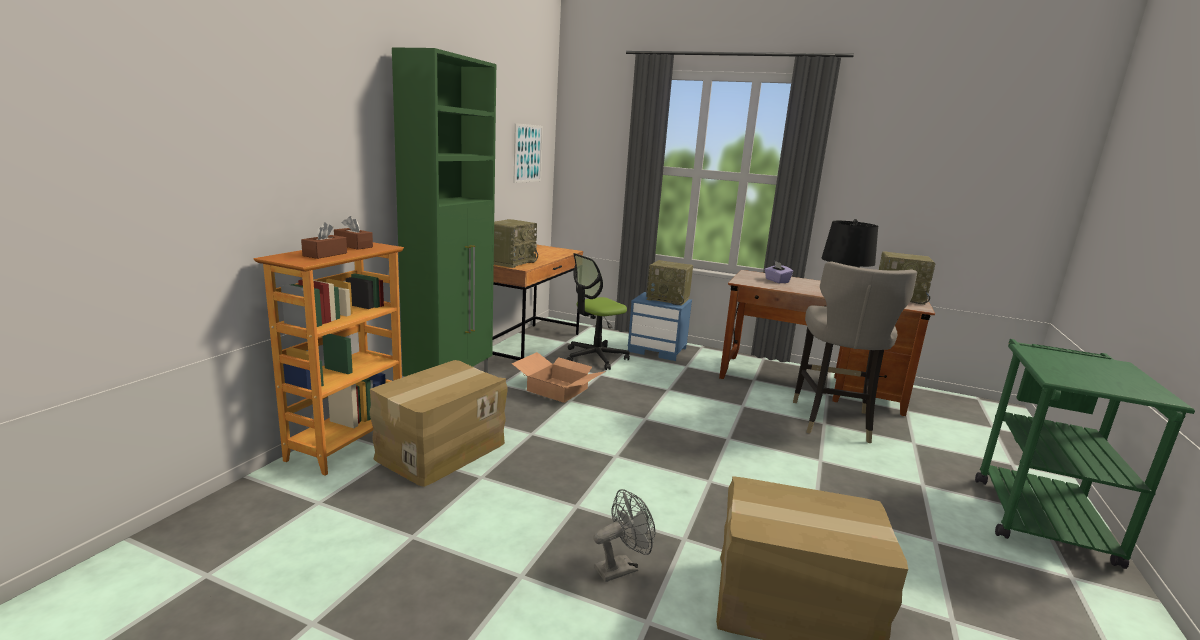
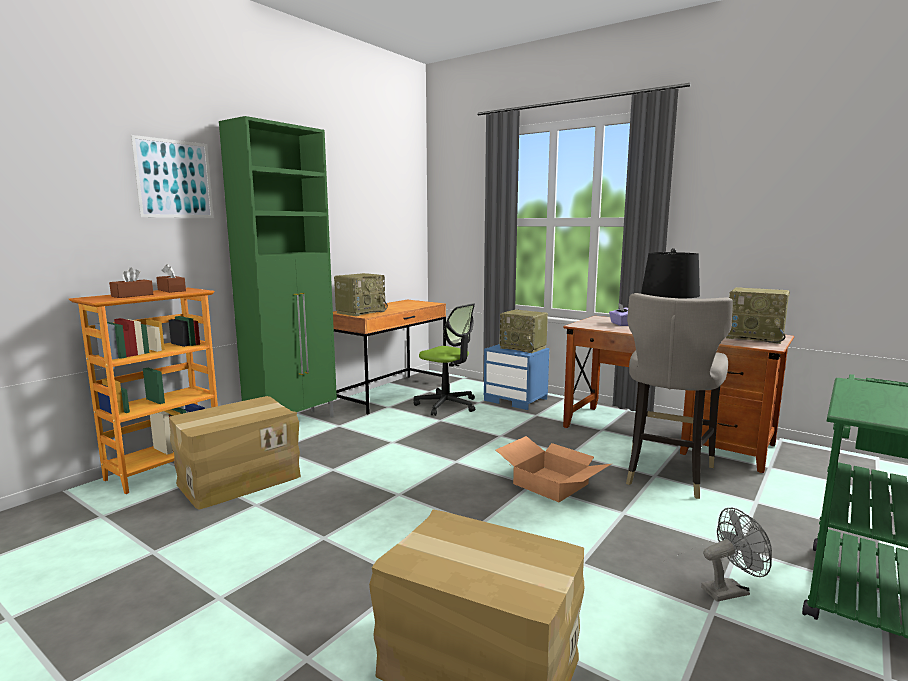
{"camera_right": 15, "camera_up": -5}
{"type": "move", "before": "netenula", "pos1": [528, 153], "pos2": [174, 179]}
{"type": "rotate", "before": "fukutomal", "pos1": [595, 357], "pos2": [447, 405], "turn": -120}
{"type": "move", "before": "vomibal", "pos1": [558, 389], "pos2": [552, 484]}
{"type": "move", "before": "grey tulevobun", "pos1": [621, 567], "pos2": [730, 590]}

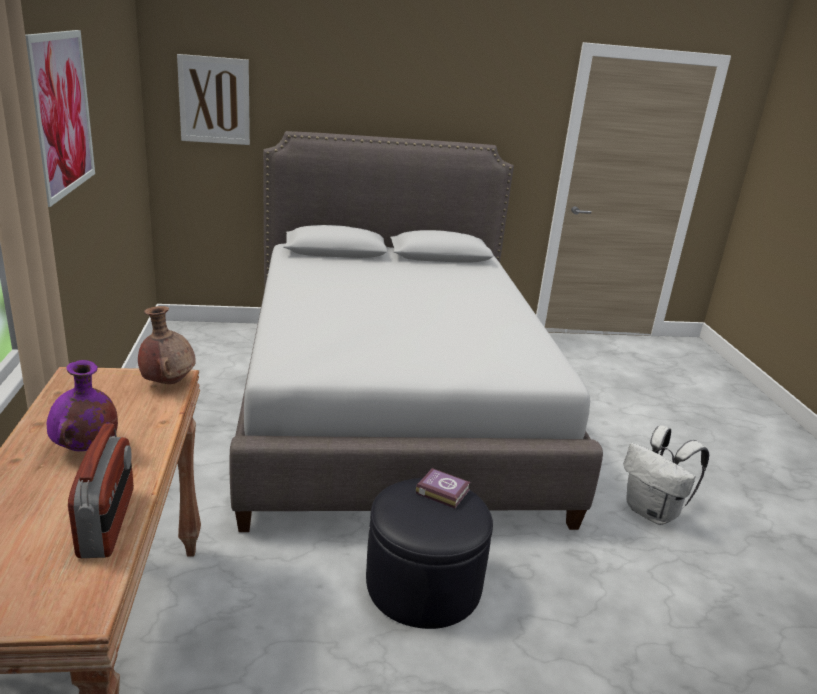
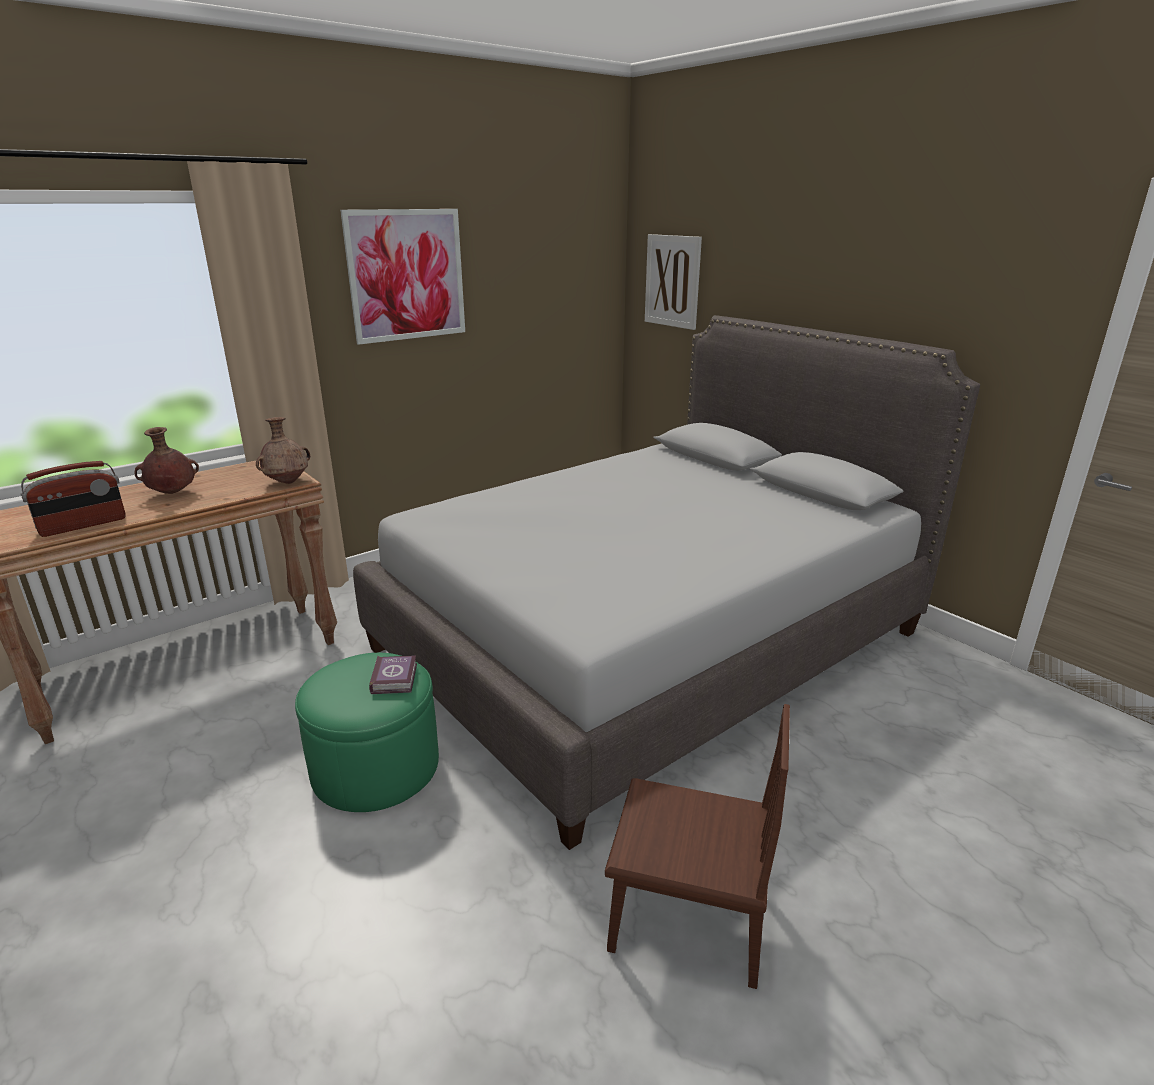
{"camera_right": 60, "camera_up": 0}
{"type": "recolor", "before": "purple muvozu", "after": "brown muvozu", "pos1": [85, 449], "pos2": [172, 494]}
{"type": "replace", "before": "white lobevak", "after": "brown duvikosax", "pos1": [653, 512], "pos2": [687, 917]}
{"type": "recolor", "before": "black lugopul", "after": "green lugopul", "pos1": [423, 584], "pos2": [376, 767]}

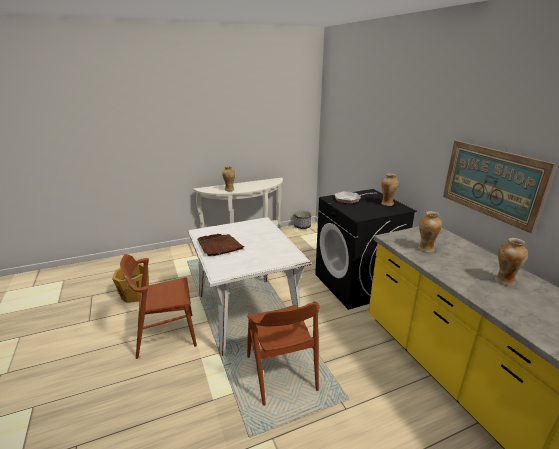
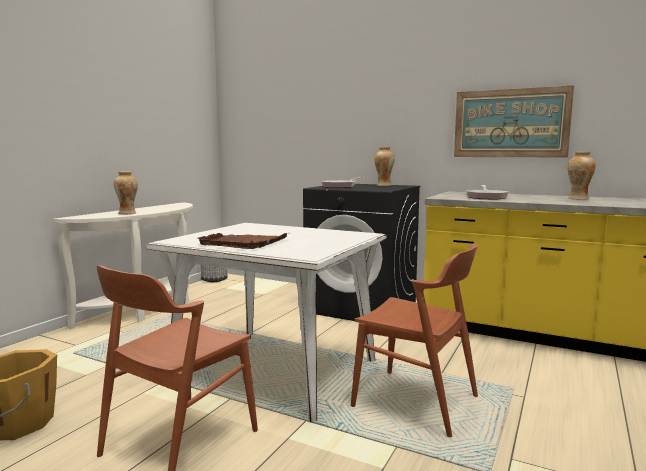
{"camera_right": -40, "camera_up": -15}
{"type": "replace", "before": "muvozu", "after": "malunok", "pos1": [425, 249], "pos2": [486, 197]}

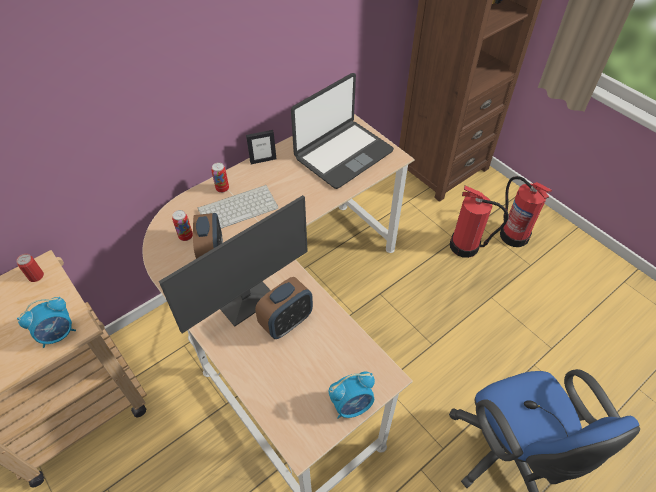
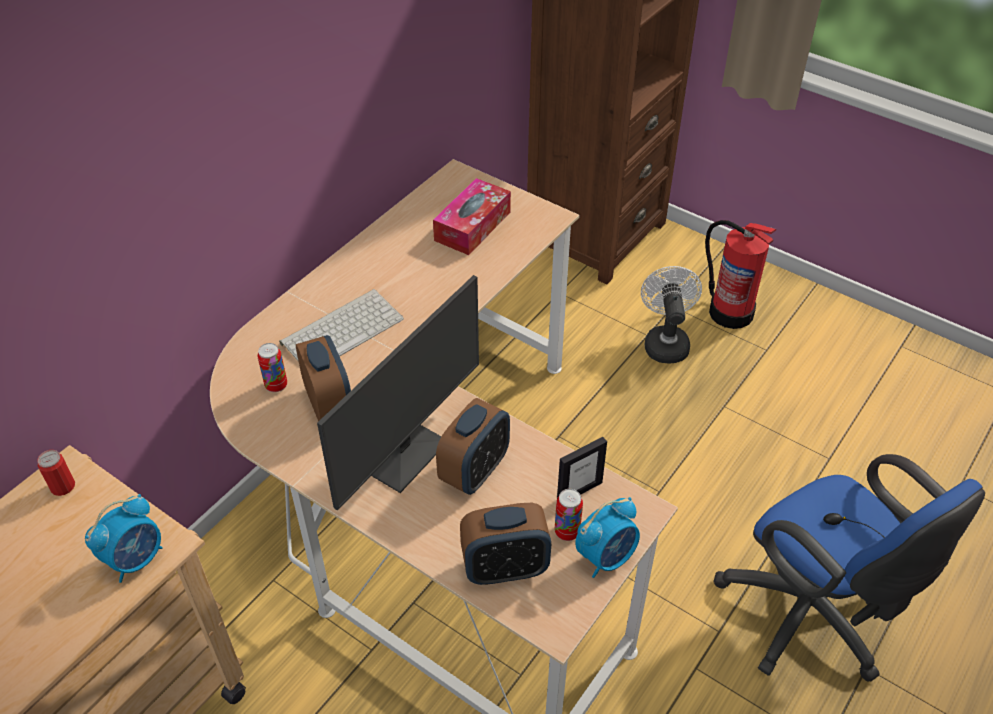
{"camera_right": -15, "camera_up": -5}
{"type": "replace", "before": "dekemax", "after": "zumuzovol", "pos1": [343, 154], "pos2": [472, 226]}
{"type": "move", "before": "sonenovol", "pos1": [263, 160], "pos2": [579, 491]}
{"type": "move", "before": "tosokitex", "pos1": [222, 189], "pos2": [567, 532]}
{"type": "replace", "before": "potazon", "after": "white tulevobun", "pos1": [465, 246], "pos2": [665, 342]}
{"type": "insert", "after": "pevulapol", "pos2": [505, 568]}

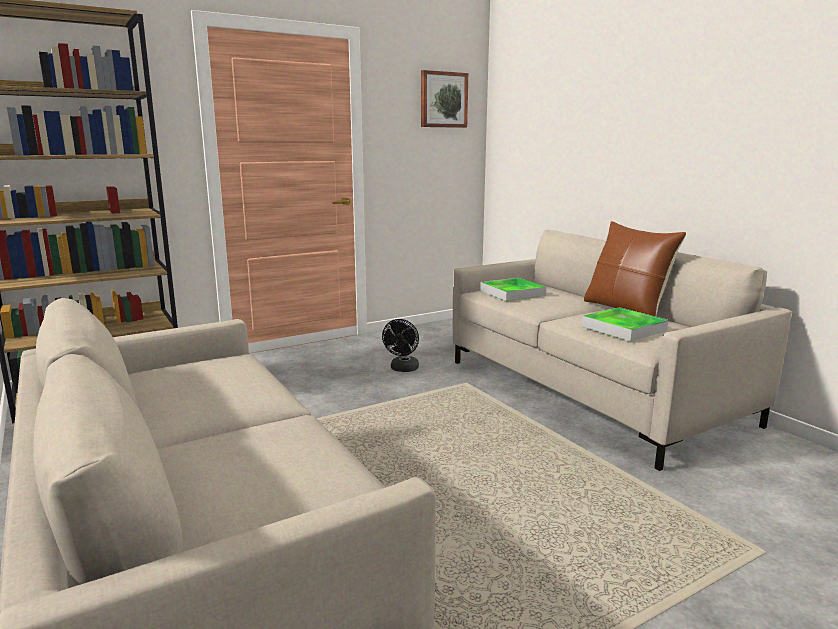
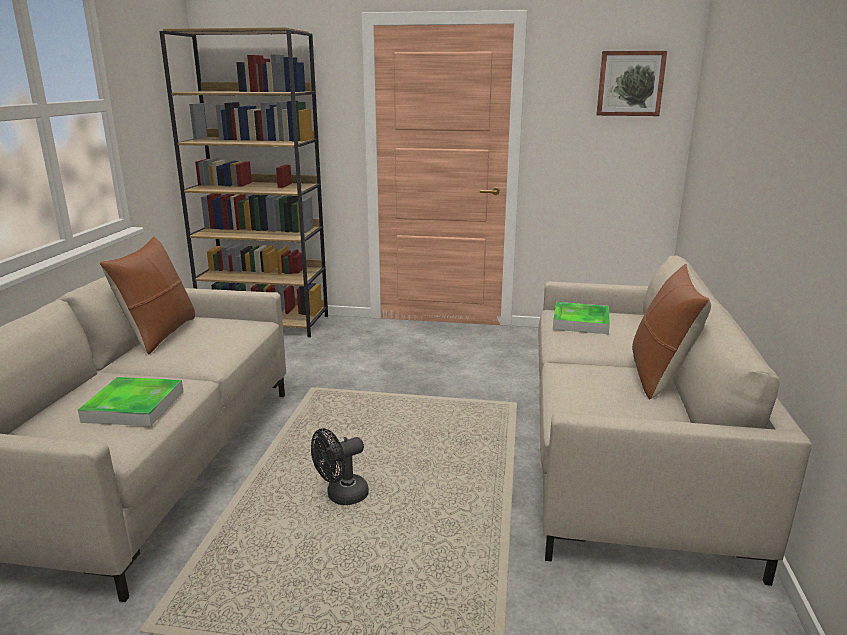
{"camera_right": 40, "camera_up": 5}
{"type": "move", "before": "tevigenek", "pos1": [624, 328], "pos2": [134, 406]}
{"type": "move", "before": "black tulevobun", "pos1": [403, 369], "pos2": [341, 496]}
{"type": "insert", "after": "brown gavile", "pos2": [159, 334]}

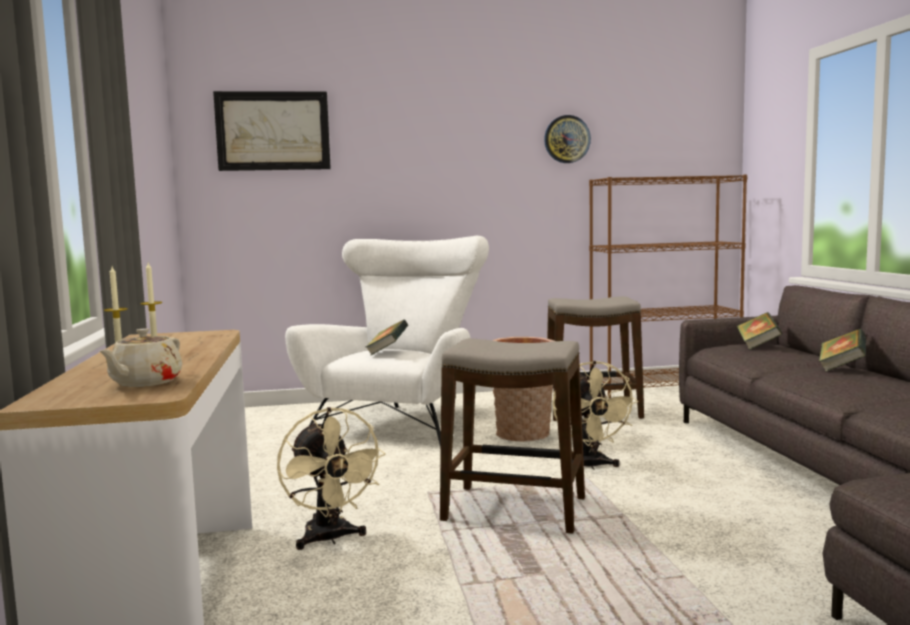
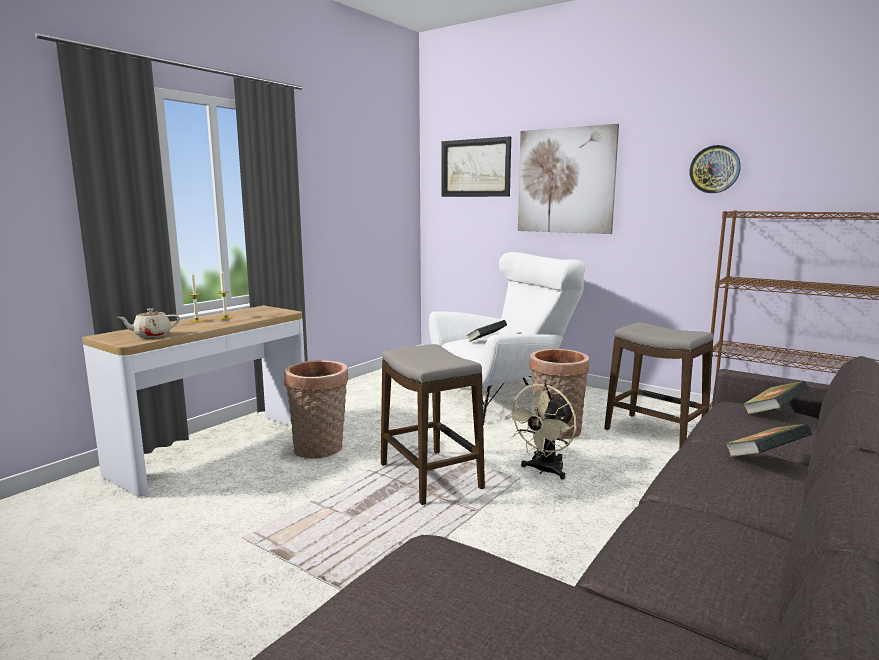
{"camera_right": 45, "camera_up": 5}
{"type": "replace", "before": "beige tulevobun", "after": "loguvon", "pos1": [330, 539], "pos2": [320, 450]}
{"type": "insert", "after": "netenula", "pos2": [565, 181]}

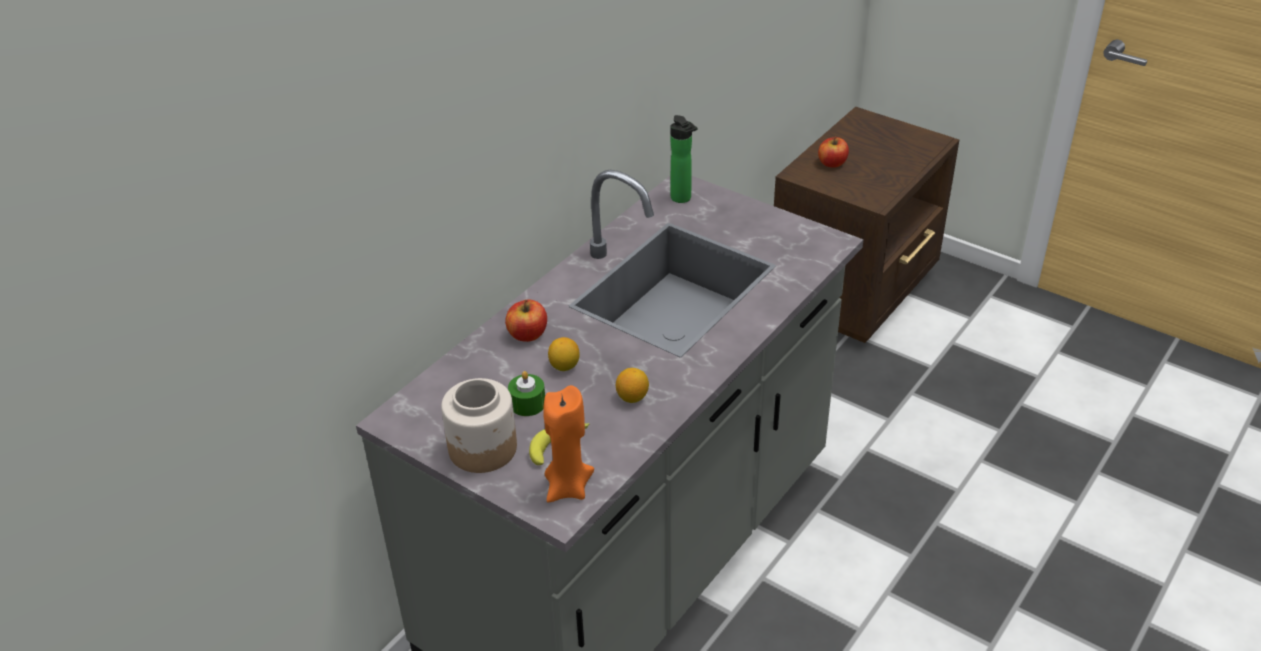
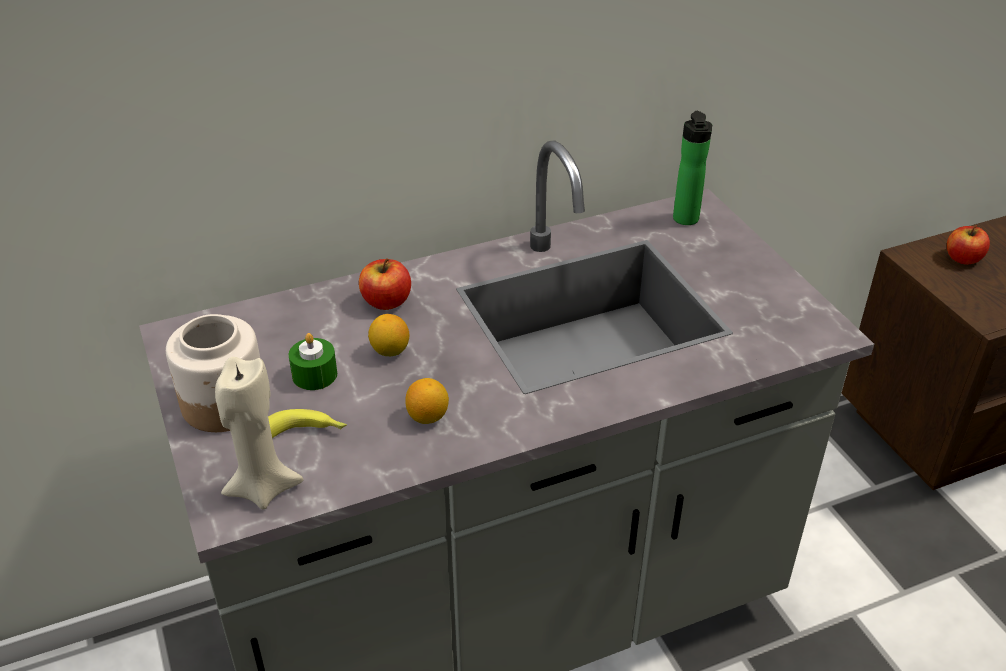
{"camera_right": 30, "camera_up": 0}
{"type": "recolor", "before": "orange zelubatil", "after": "beige zelubatil", "pos1": [568, 487], "pos2": [263, 488]}

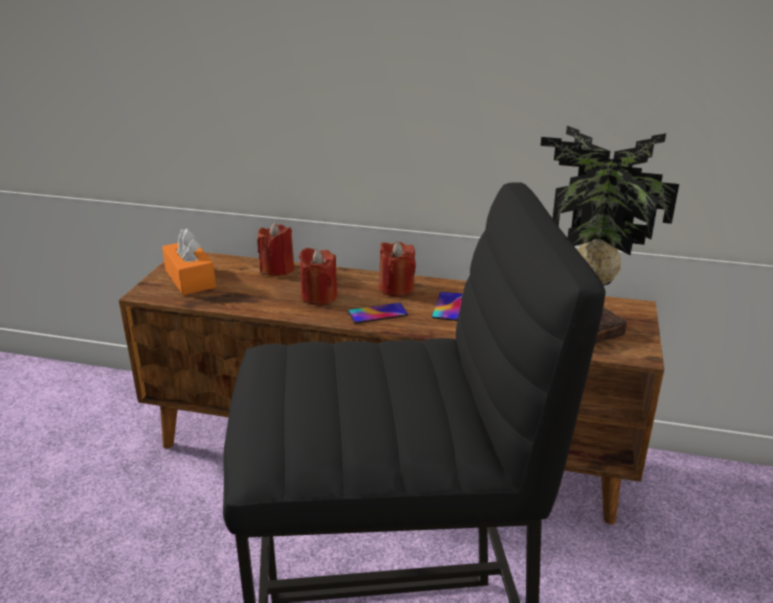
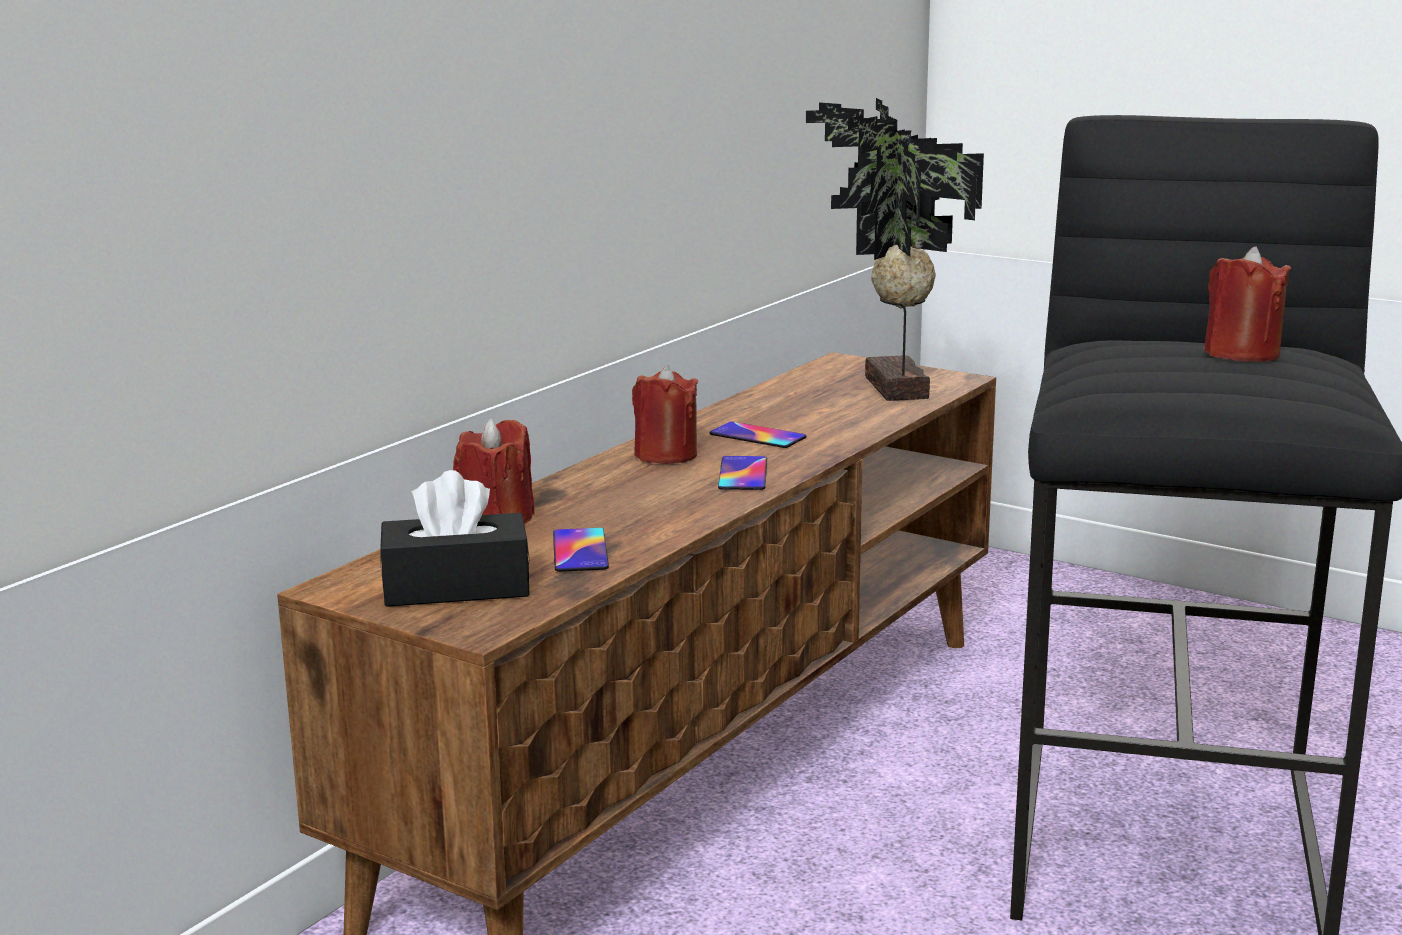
{"camera_right": -70, "camera_up": -10}
{"type": "recolor", "before": "orange zumuzovol", "after": "black zumuzovol", "pos1": [190, 279], "pos2": [456, 587]}
{"type": "move", "before": "red zelubatil", "pos1": [319, 296], "pos2": [1241, 353]}
{"type": "insert", "after": "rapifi", "pos2": [580, 551]}

